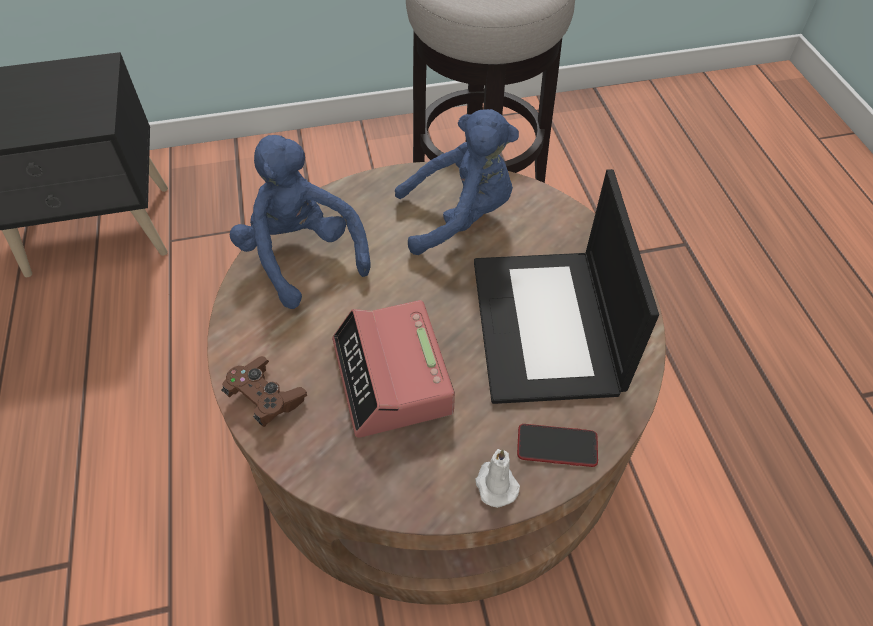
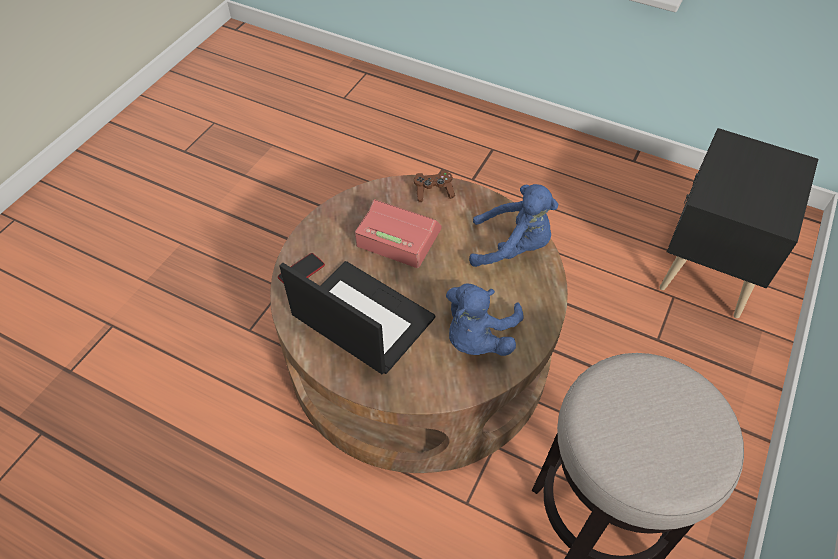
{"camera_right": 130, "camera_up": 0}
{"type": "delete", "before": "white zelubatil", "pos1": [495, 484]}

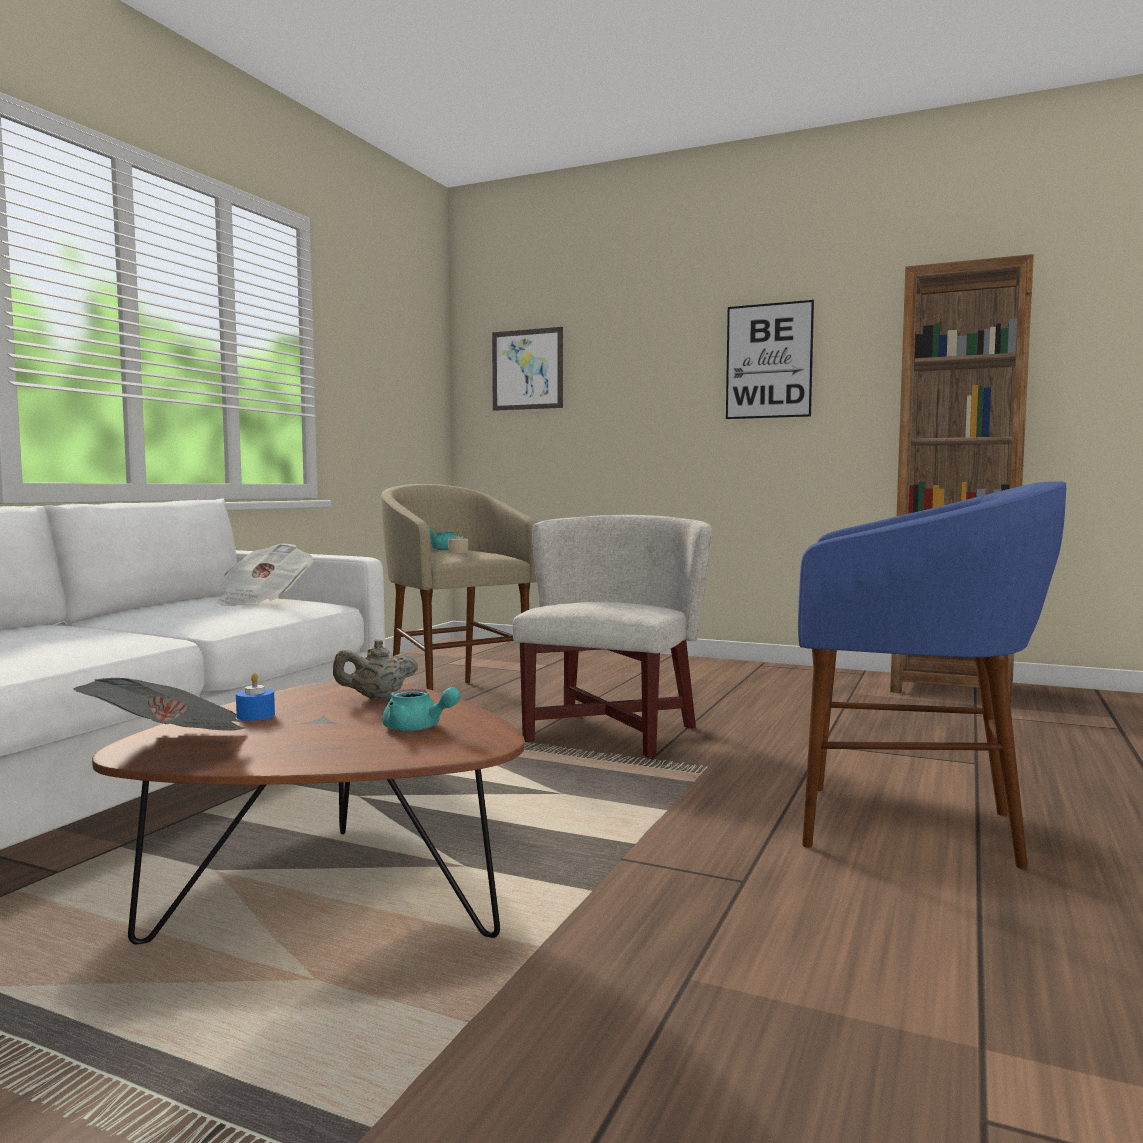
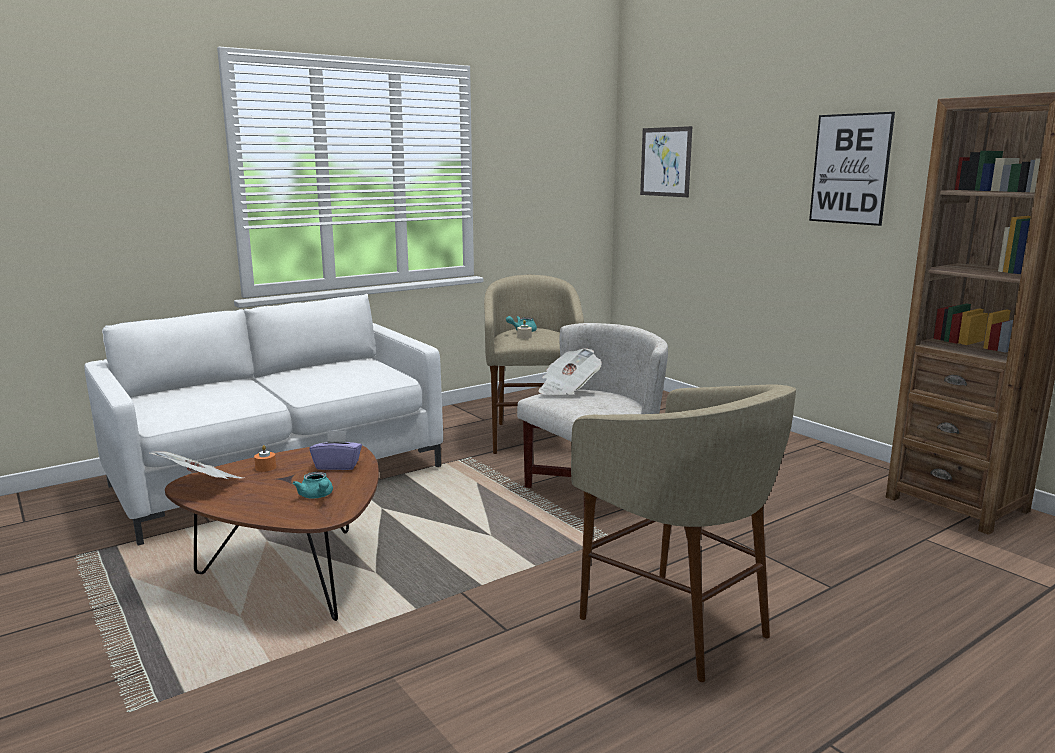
{"camera_right": 30, "camera_up": 10}
{"type": "recolor", "before": "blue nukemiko", "after": "beige nukemiko", "pos1": [910, 827], "pos2": [676, 625]}
{"type": "move", "before": "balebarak", "pos1": [262, 600], "pos2": [567, 389]}
{"type": "replace", "before": "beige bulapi", "after": "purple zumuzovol", "pos1": [377, 698], "pos2": [337, 465]}
{"type": "recolor", "before": "blue zelubatil", "after": "orange zelubatil", "pos1": [255, 716], "pos2": [265, 467]}

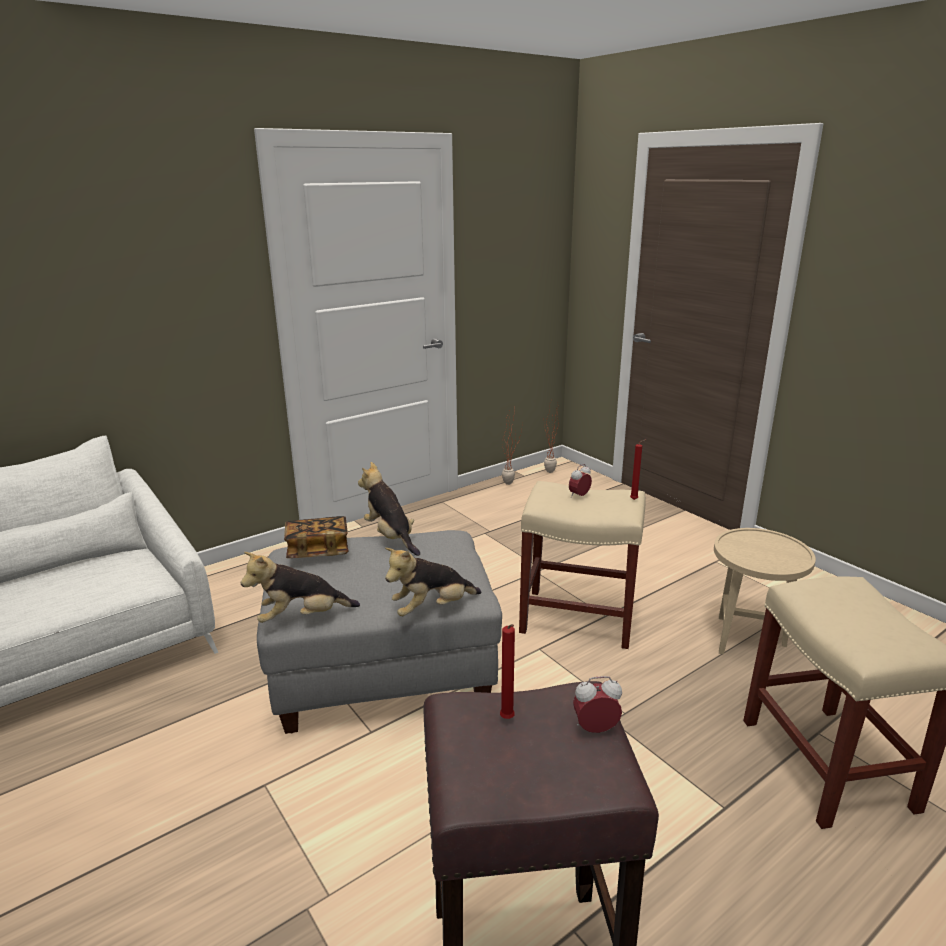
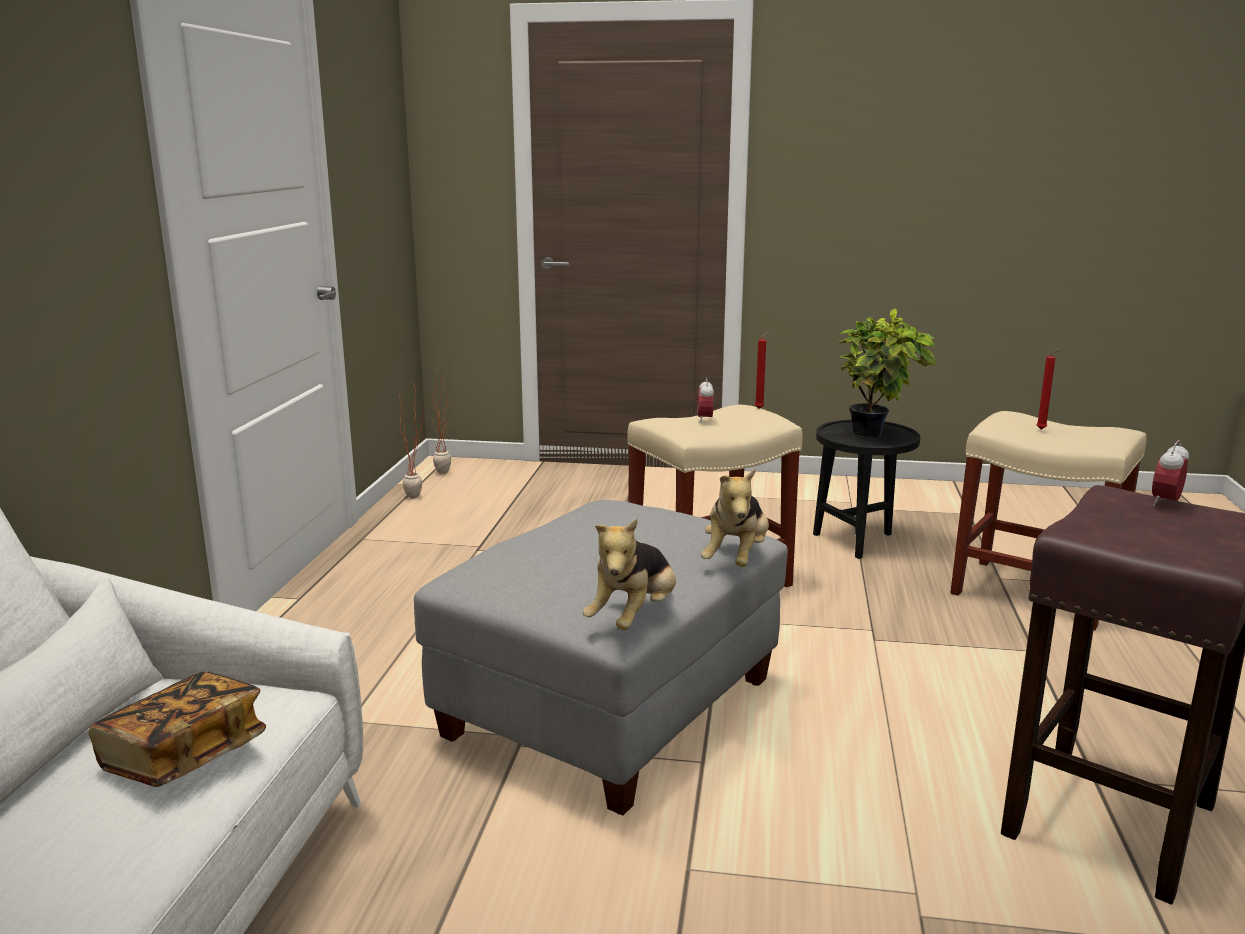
{"camera_right": -45, "camera_up": -5}
{"type": "delete", "before": "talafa", "pos1": [390, 537]}
{"type": "move", "before": "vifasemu", "pos1": [318, 551], "pos2": [184, 756]}
{"type": "recolor", "before": "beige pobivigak", "after": "black pobivigak", "pos1": [748, 639], "pos2": [859, 540]}
{"type": "move", "before": "red zelubatil", "pos1": [507, 720], "pos2": [1043, 429]}
{"type": "insert", "after": "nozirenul", "pos2": [876, 435]}

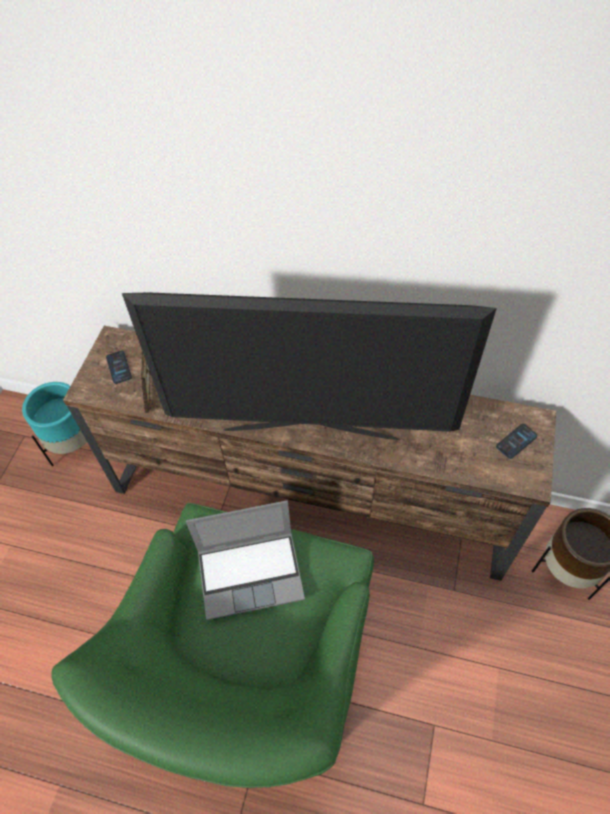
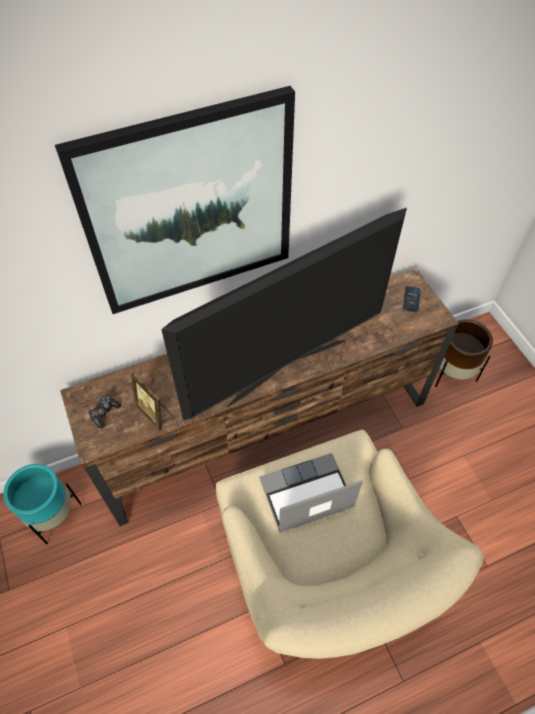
{"camera_right": -40, "camera_up": 0}
{"type": "replace", "before": "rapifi", "after": "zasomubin", "pos1": [119, 367], "pos2": [104, 413]}
{"type": "rotate", "before": "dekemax", "pos1": [251, 573], "pos2": [306, 495], "turn": -150}
{"type": "recolor", "before": "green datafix", "after": "beige datafix", "pos1": [250, 668], "pos2": [323, 570]}
{"type": "insert", "after": "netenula", "pos2": [190, 208]}

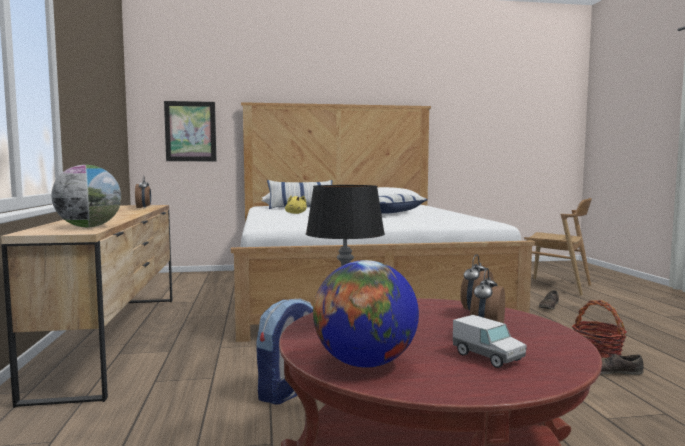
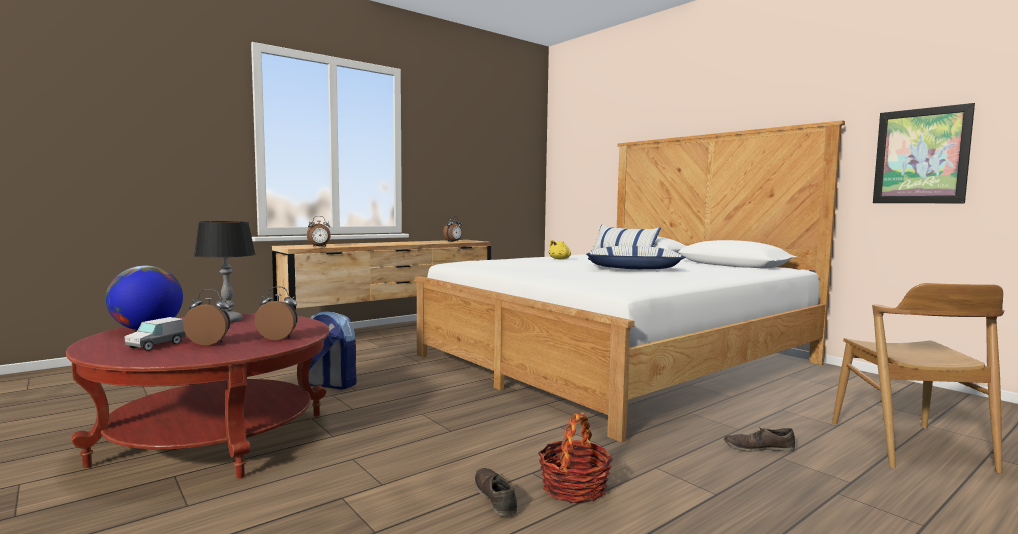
{"camera_right": 60, "camera_up": 0}
{"type": "move", "before": "netenula", "pos1": [190, 131], "pos2": [921, 156]}
{"type": "replace", "before": "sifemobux", "after": "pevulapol", "pos1": [89, 227], "pos2": [319, 246]}

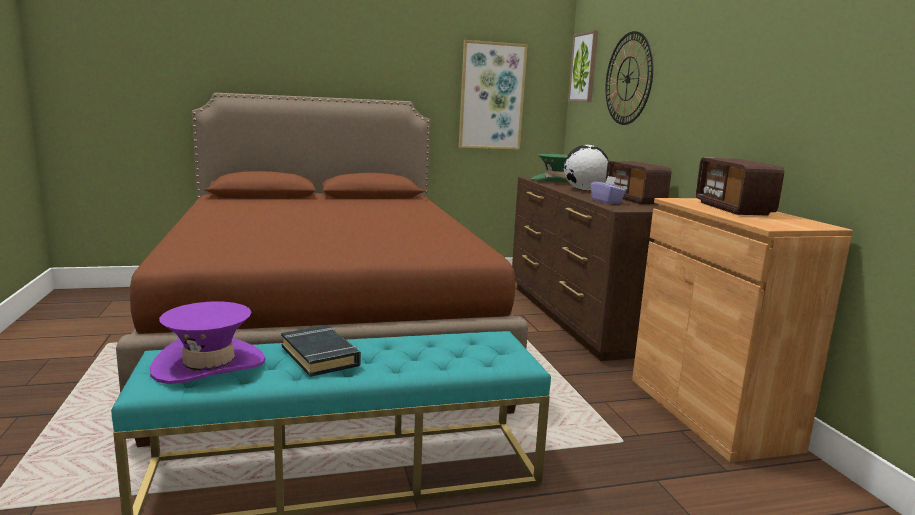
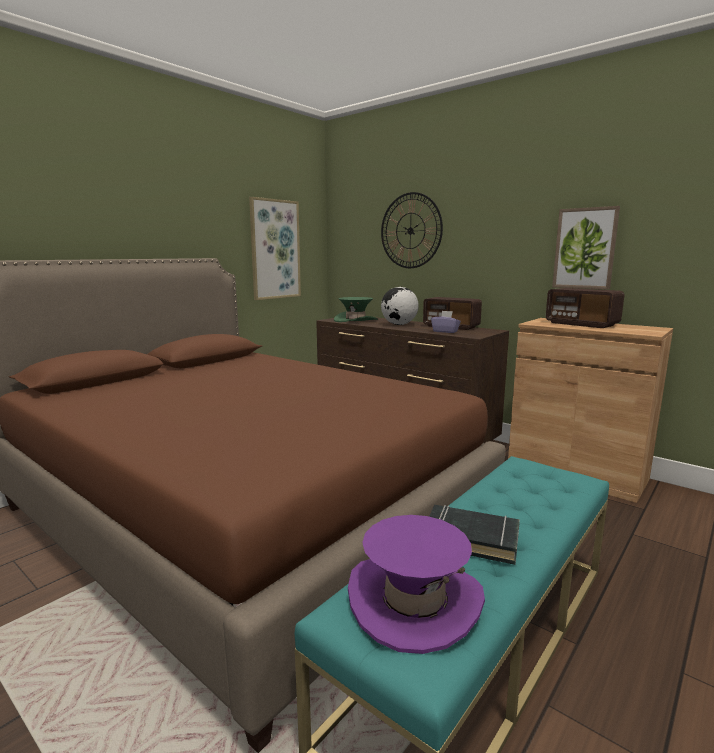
{"camera_right": -35, "camera_up": 0}
{"type": "move", "before": "netenula", "pos1": [584, 67], "pos2": [585, 248]}

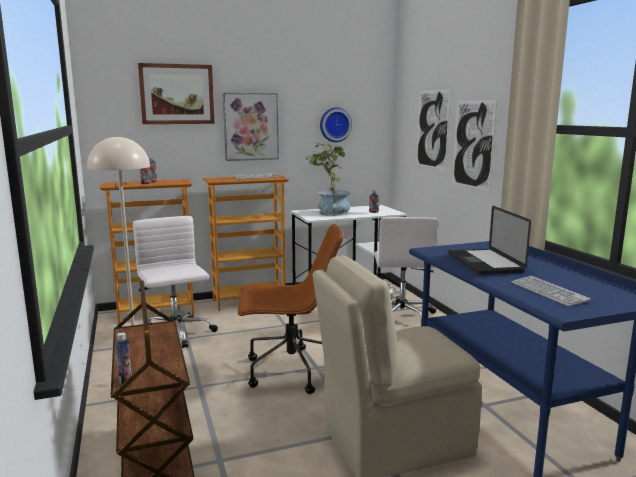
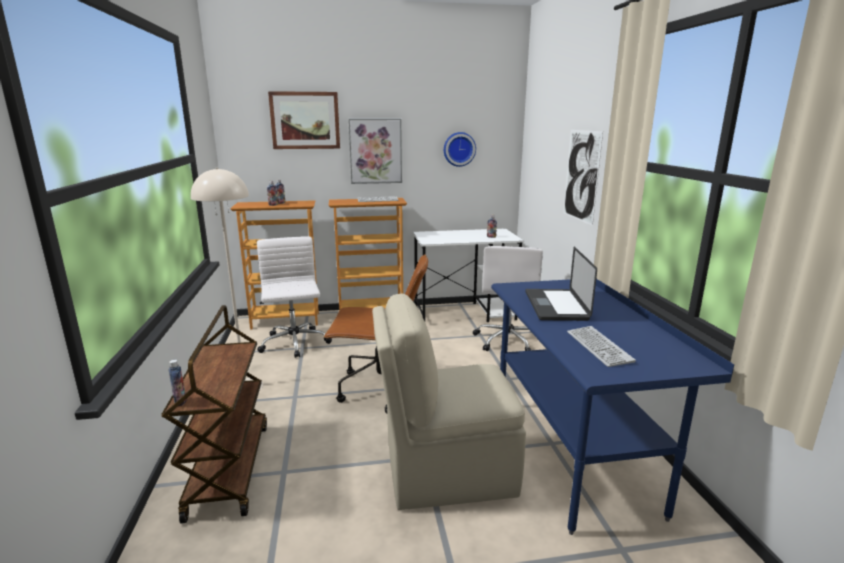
{"camera_right": 10, "camera_up": 5}
{"type": "delete", "before": "netenula", "pos1": [432, 129]}
{"type": "delete", "before": "nozirenul", "pos1": [329, 212]}

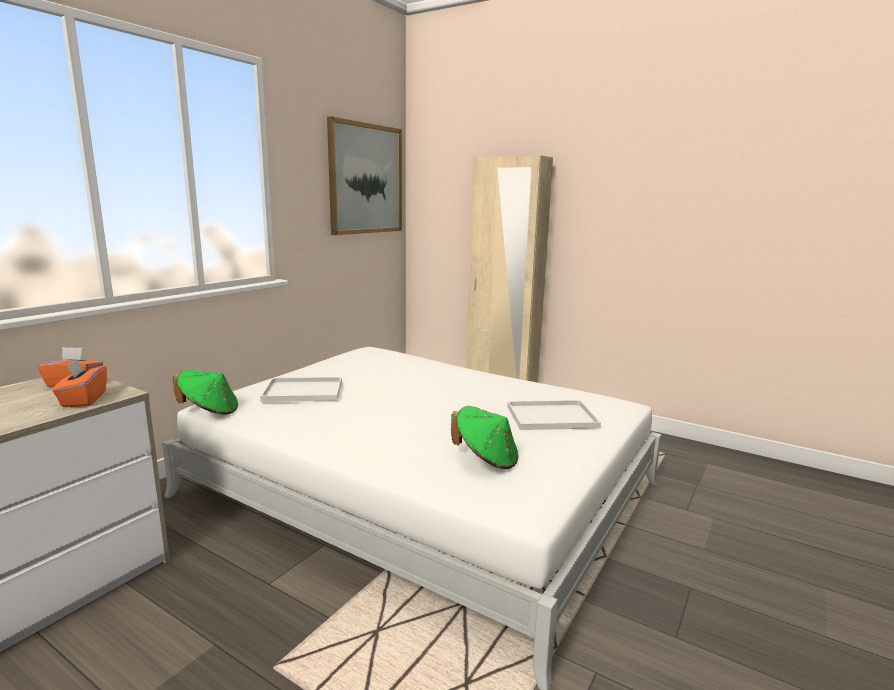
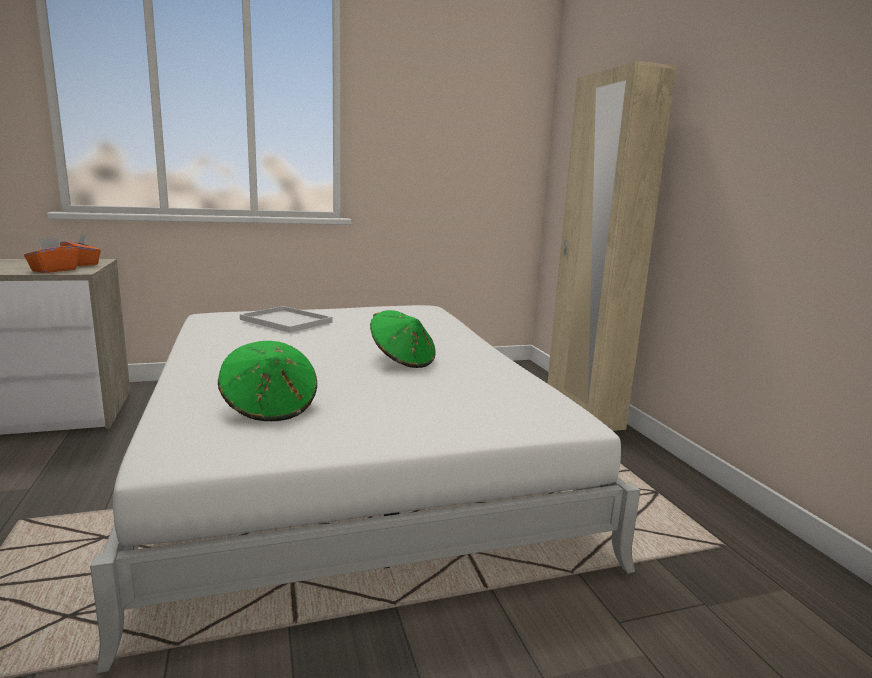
{"camera_right": 40, "camera_up": 0}
{"type": "delete", "before": "netenula", "pos1": [366, 179]}
{"type": "move", "before": "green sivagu", "pos1": [209, 411], "pos2": [402, 360]}
{"type": "delete", "before": "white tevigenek", "pos1": [550, 417]}

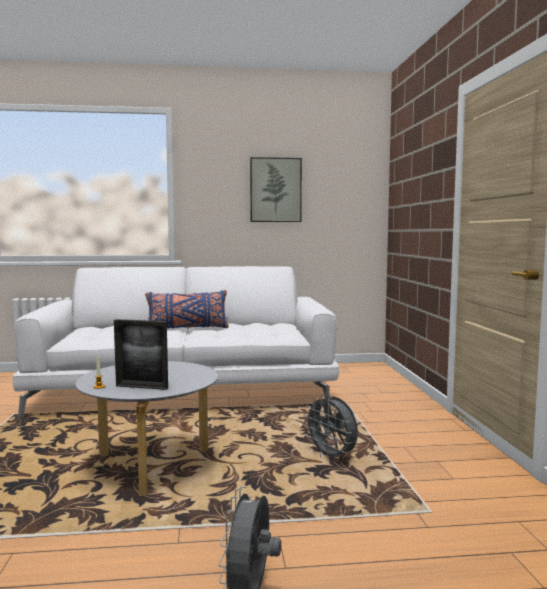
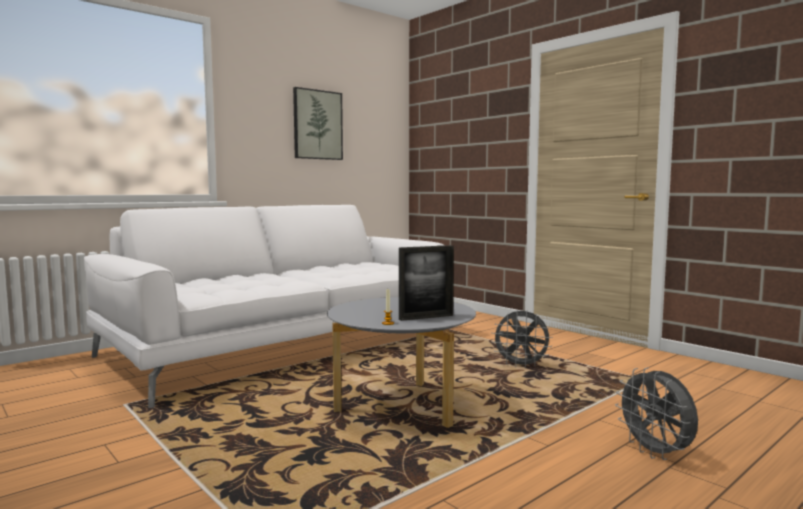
{"camera_right": -35, "camera_up": 0}
{"type": "delete", "before": "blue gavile", "pos1": [187, 328]}

